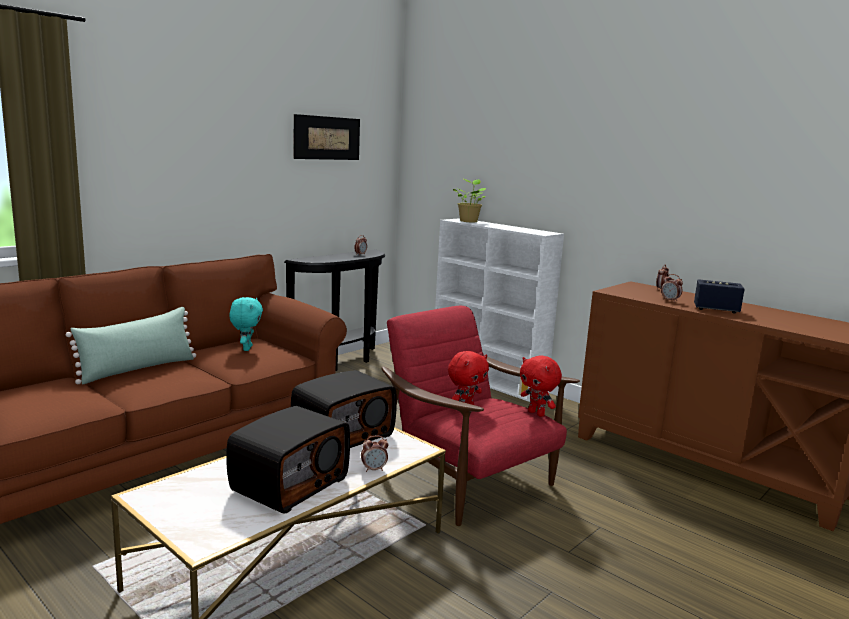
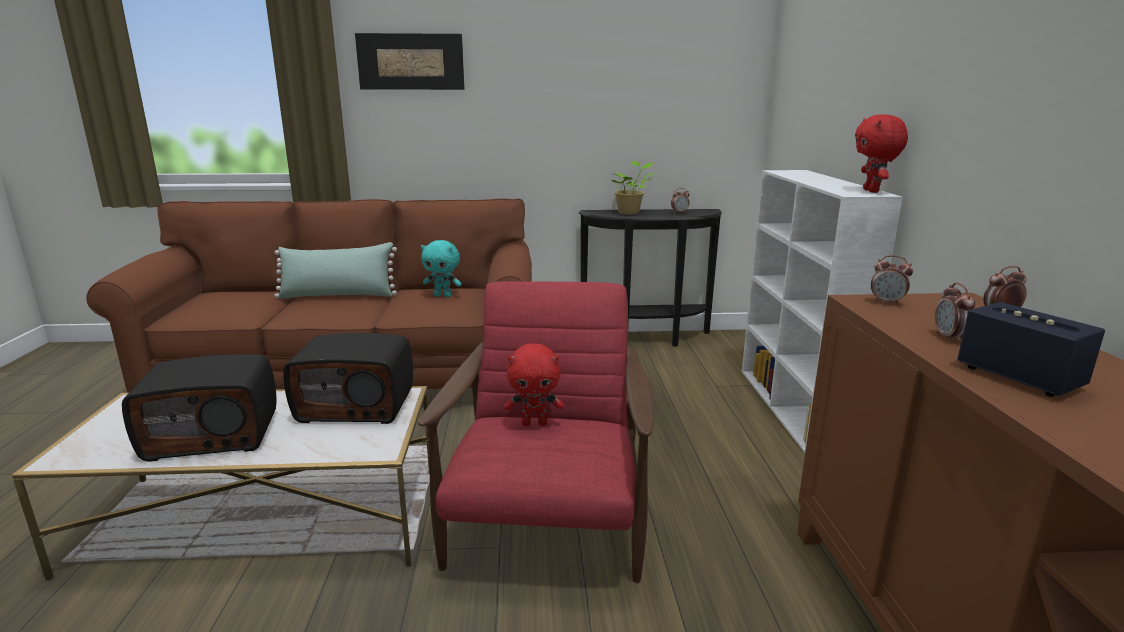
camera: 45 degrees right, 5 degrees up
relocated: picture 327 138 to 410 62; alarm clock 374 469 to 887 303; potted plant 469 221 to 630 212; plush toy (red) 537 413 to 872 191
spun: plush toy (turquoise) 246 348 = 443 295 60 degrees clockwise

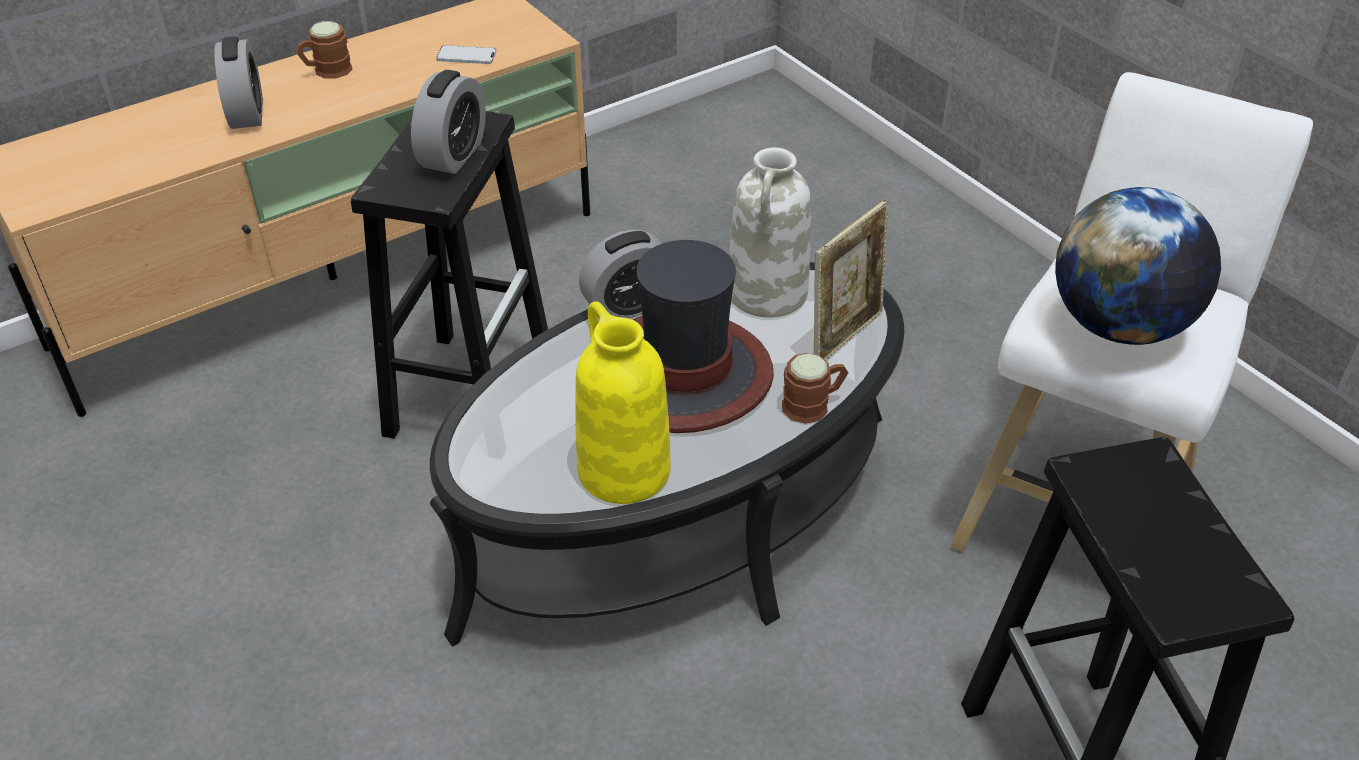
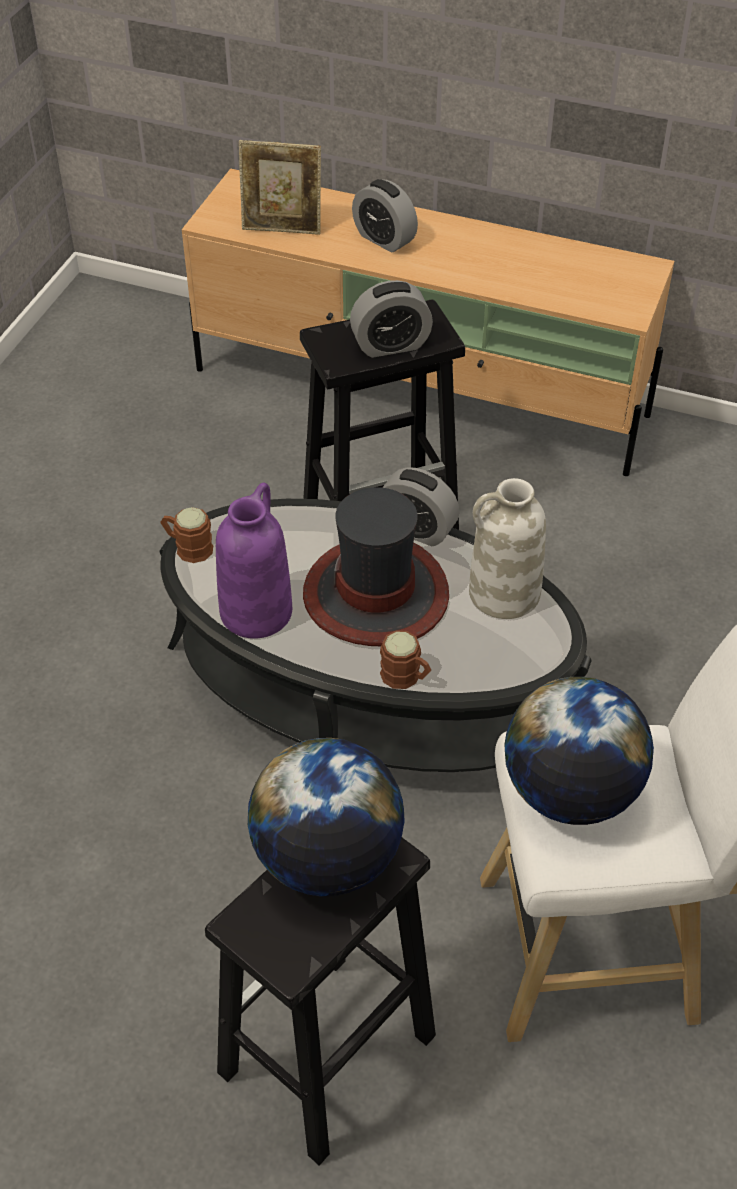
camera: 55 degrees right, 5 degrees up
missing: phone 466 56
appeared: globe 327 858
relocated: mug (brown) 326 71 to 188 547; picture frame 845 336 to 282 229
colour: vase (yellow) 622 470 to vase (purple) 256 610
spun: alarm clock 247 113 = 384 239 90 degrees clockwise

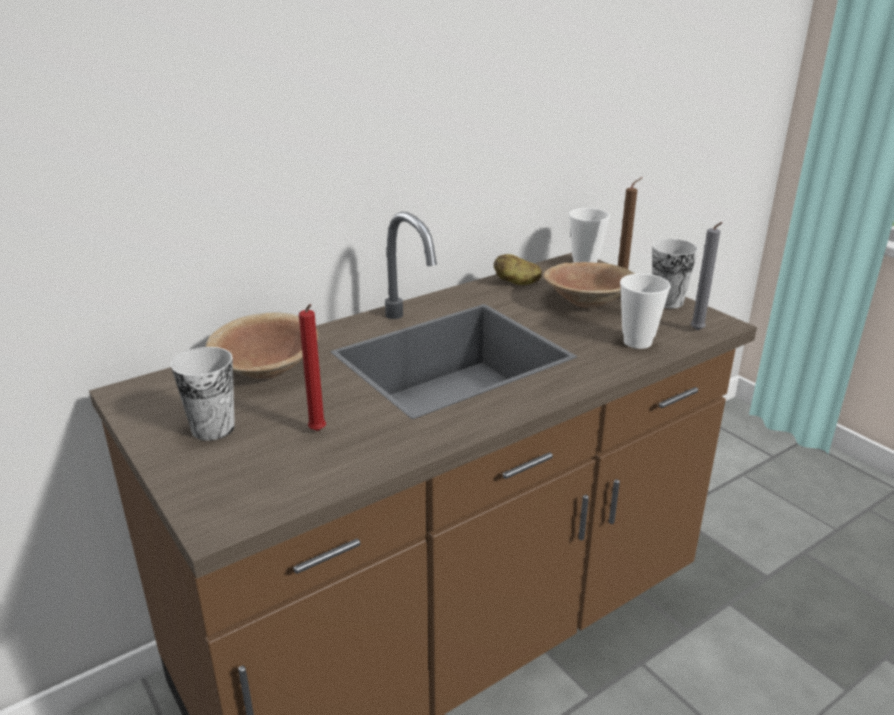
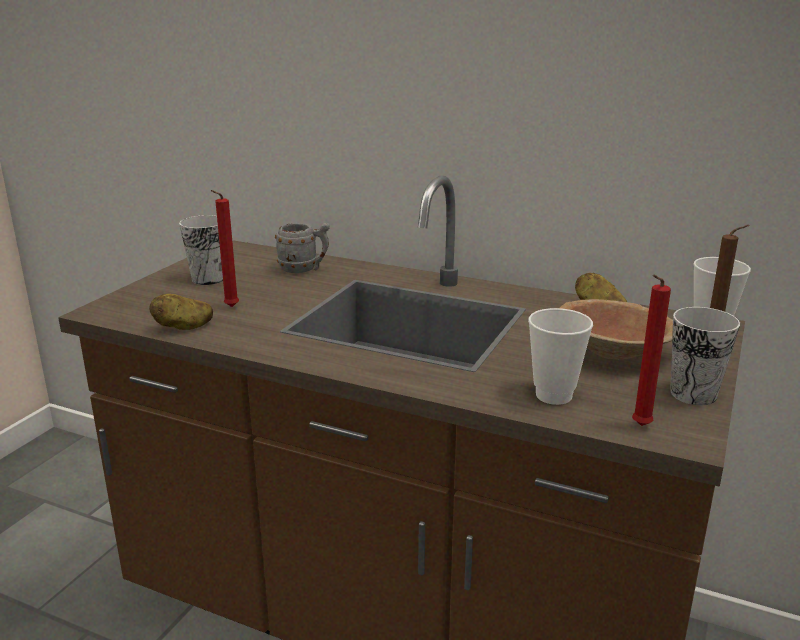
camera: 60 degrees right, 5 degrees down
appeared: potato 183 327
exchanged: bowl (brown) 266 368 to mug (grey) 304 269
colour: candle (grey) 698 331 to candle (red) 639 426

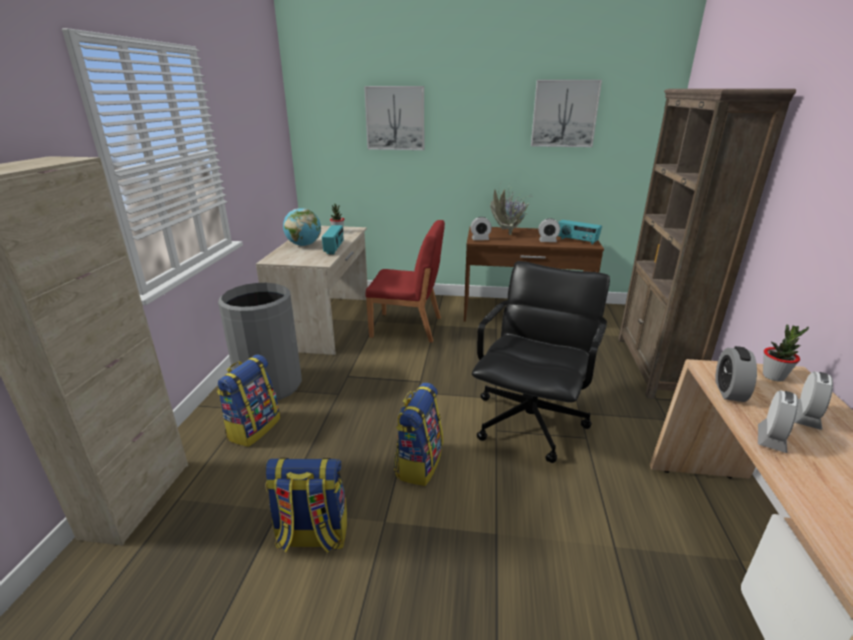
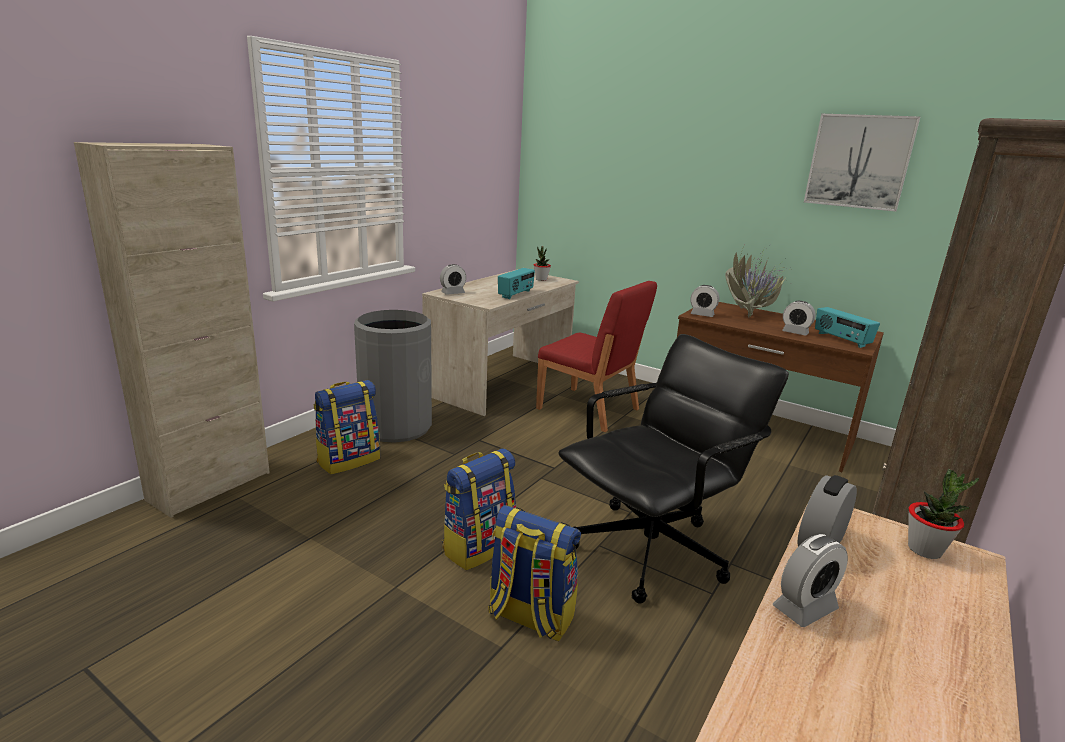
camera: 25 degrees right, 5 degrees down
missing: globe 304 245; picture 395 118
relocated: backpack 312 537 to 529 617; alarm clock 805 418 to 453 293

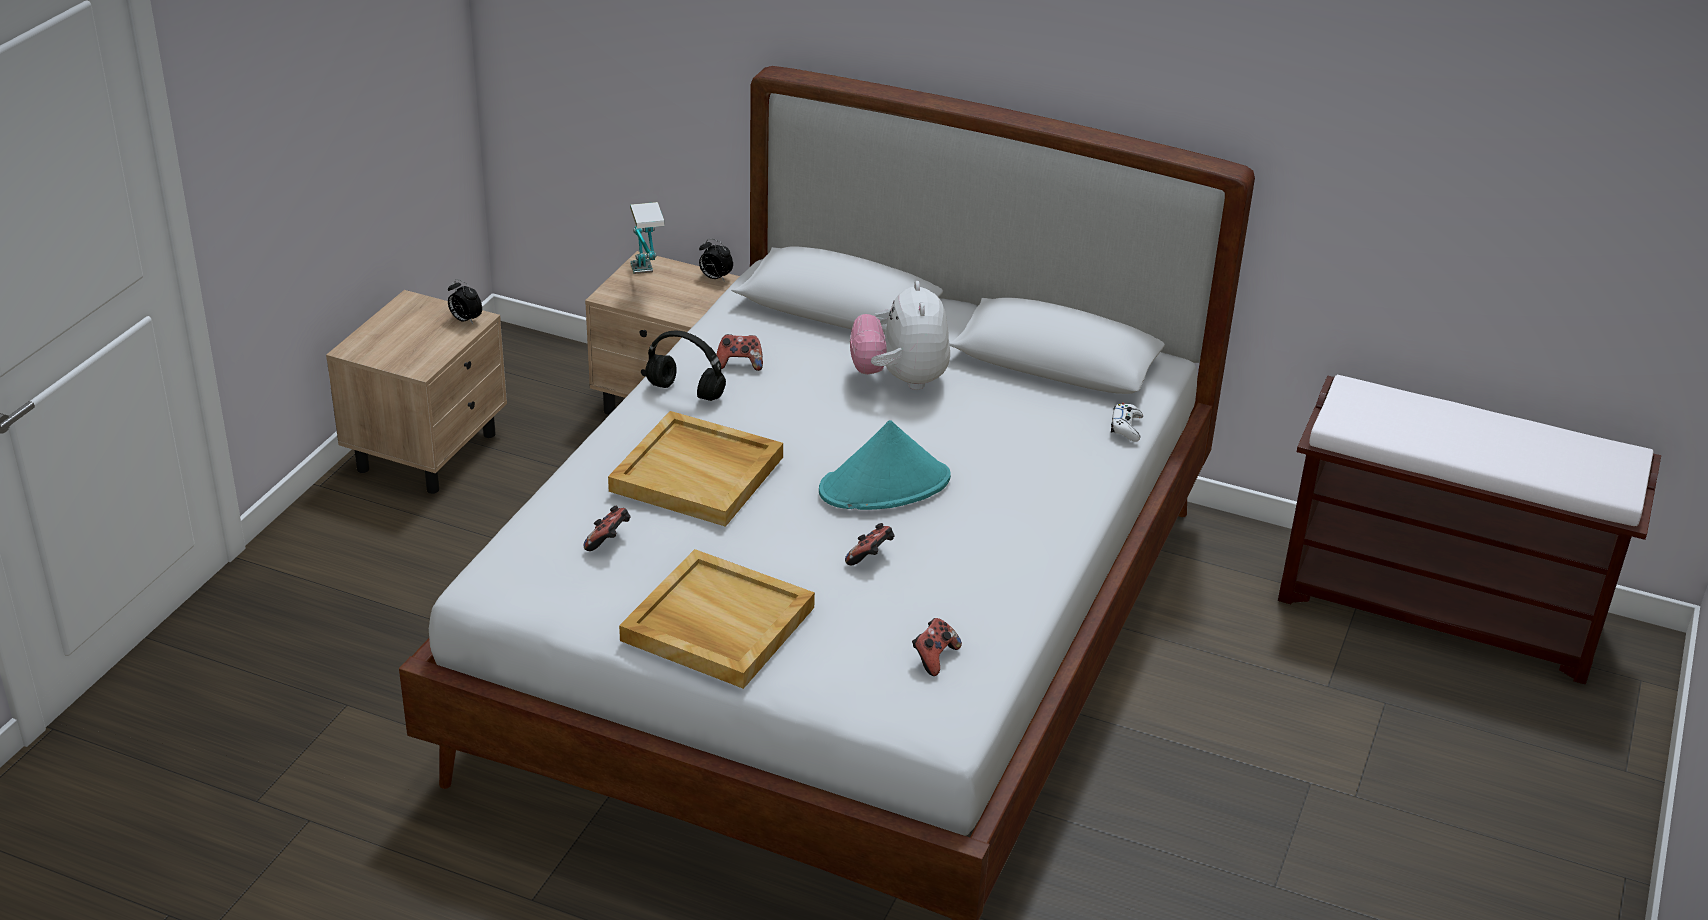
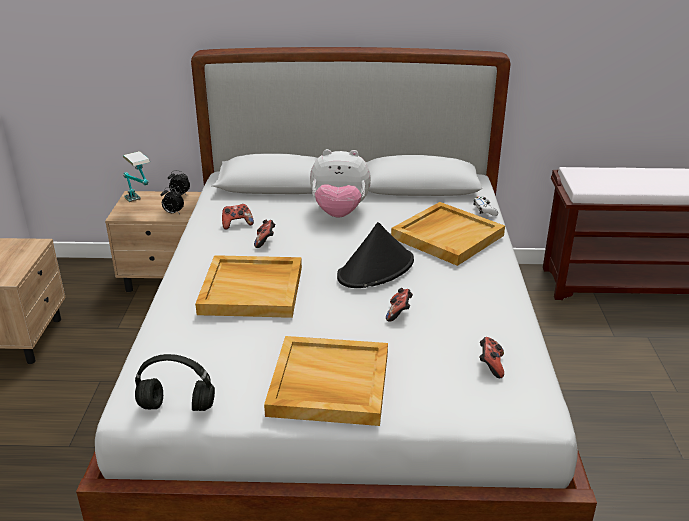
camera: 20 degrees left, 5 degrees down
appeared: tray (beige) 447 236
relocated: alarm clock 465 320 to 173 213; game controller 609 541 to 265 241; headphones (black) 687 391 to 178 406
colour: hat (turquoise) 885 485 to hat (black) 376 269
spun: plush toy 900 380 = 339 213 60 degrees counterclockwise

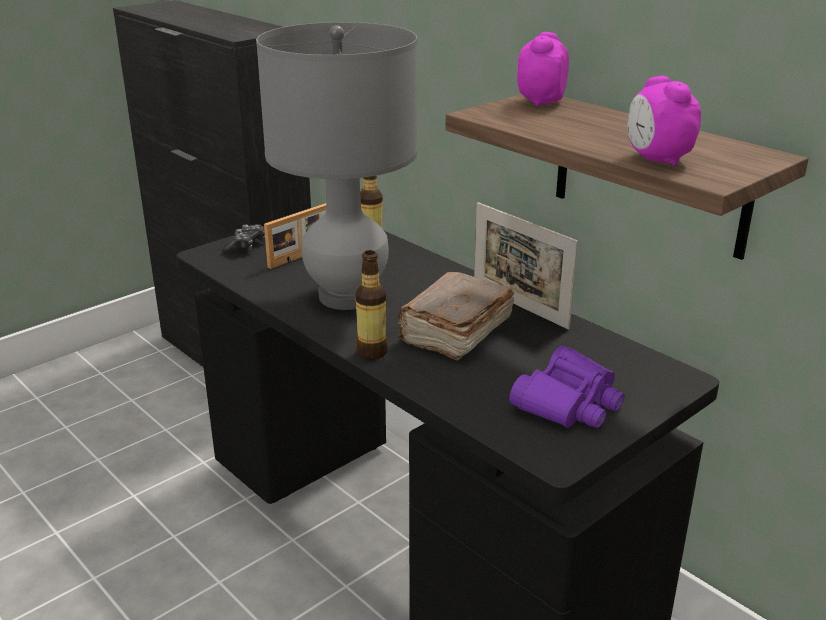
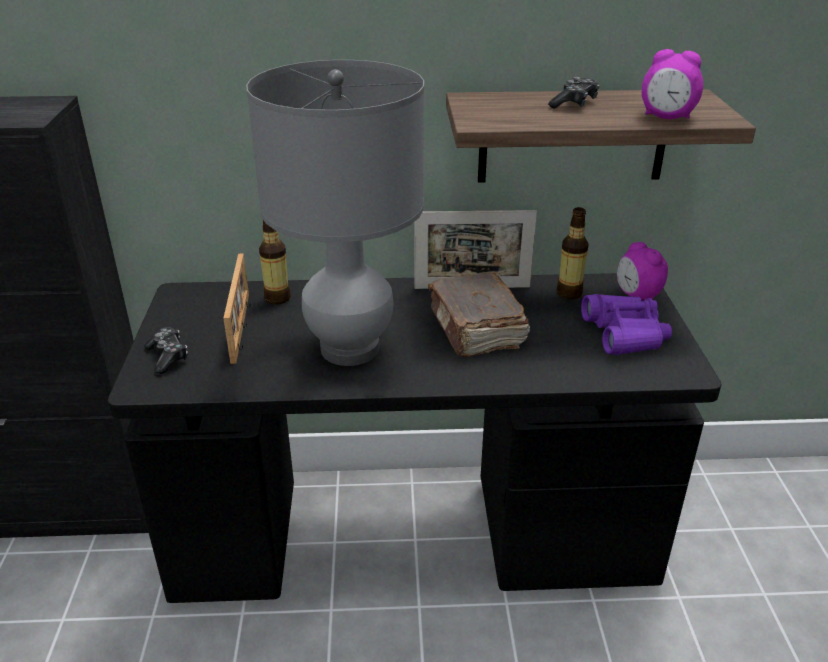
camera: 50 degrees left, 5 degrees up
appeared: game controller 574 103
relocated: bottle 372 352 to 569 293; alarm clock 540 102 to 637 296

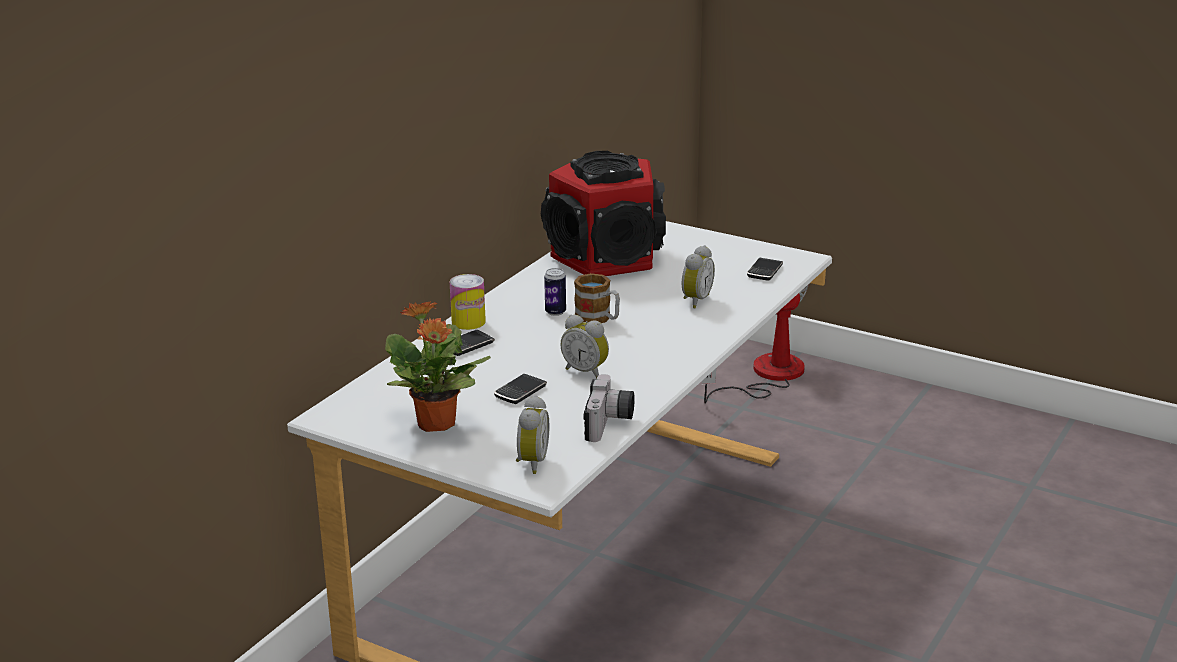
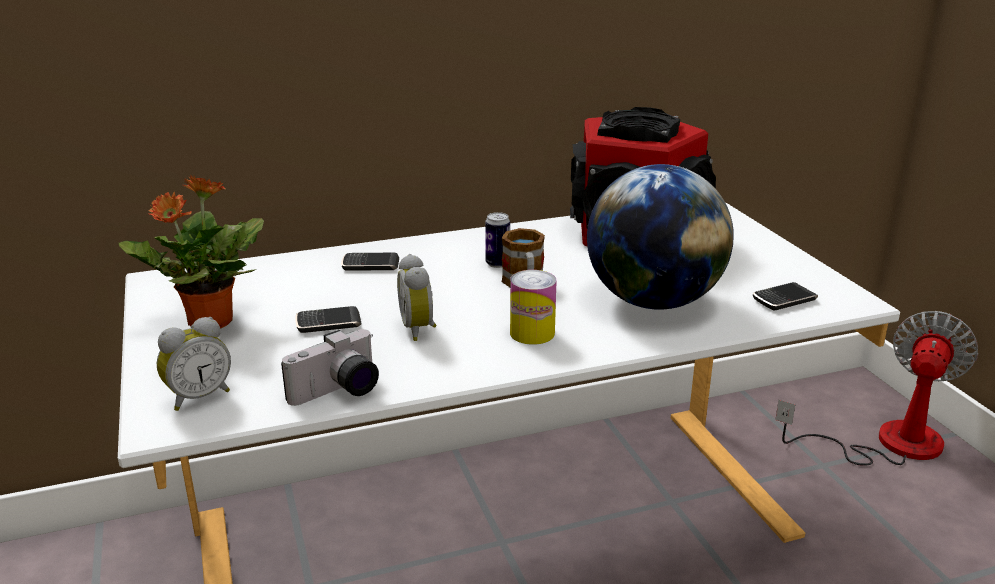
camera: 40 degrees right, 0 degrees up
relocated: can 468 322 to 532 333
exchanged: alarm clock 694 300 to globe 653 301

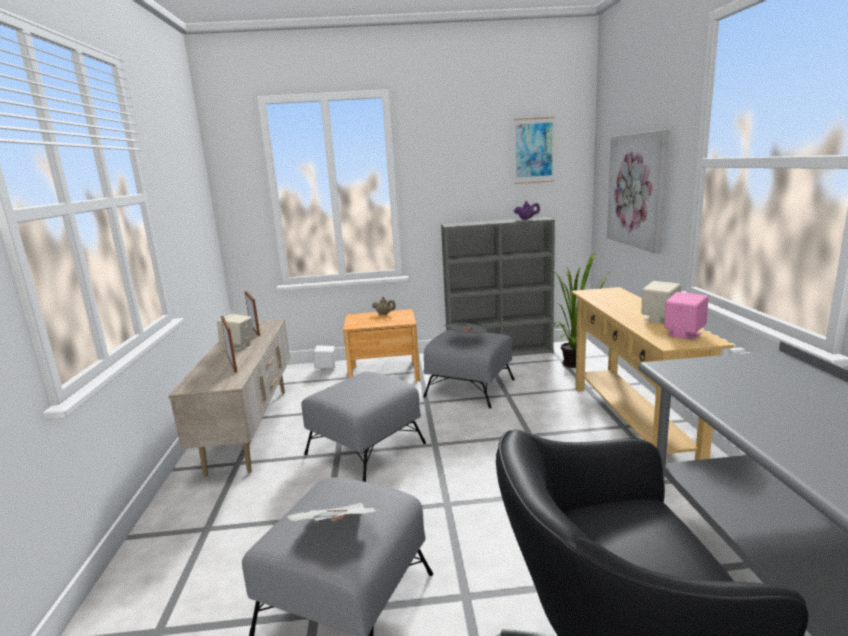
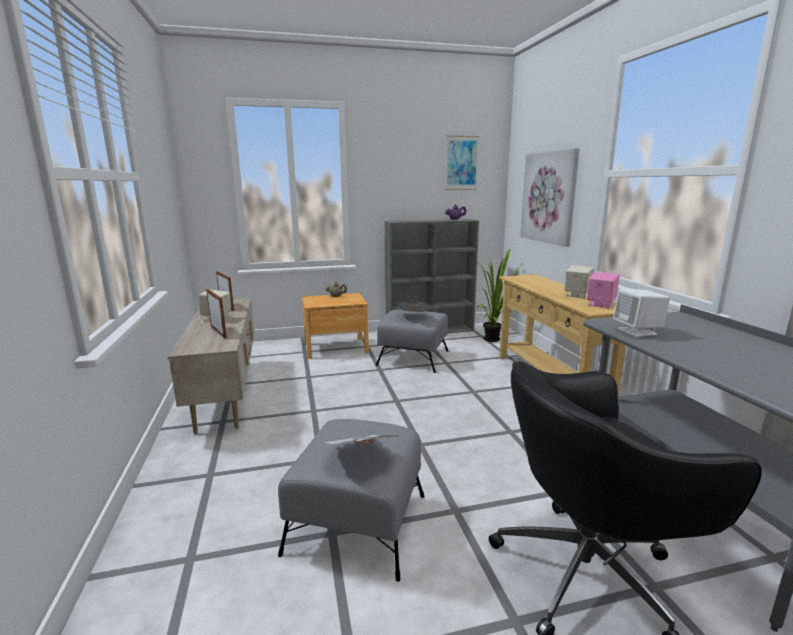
camera: 10 degrees left, 0 degrees up
missing: ottoman (grey) 366 448
relocated: speaker (white) 326 369 to 637 331

